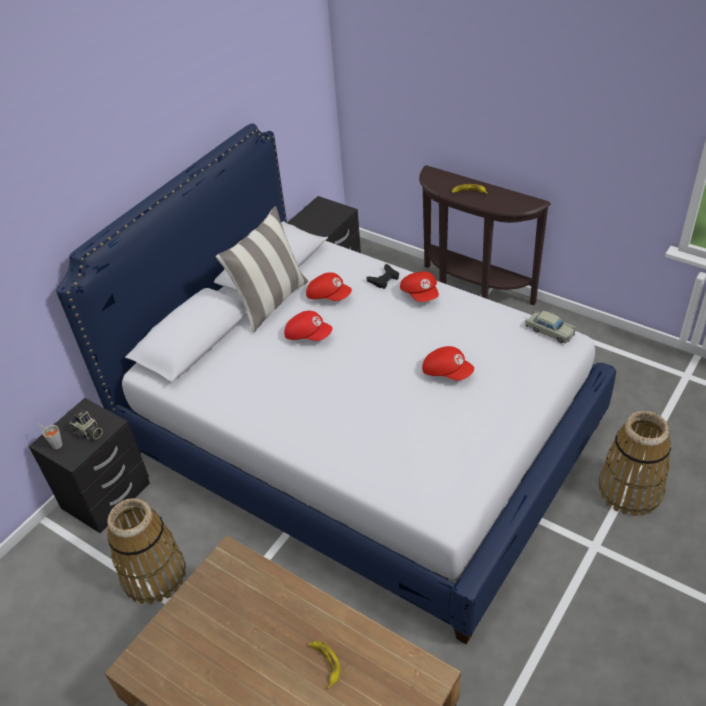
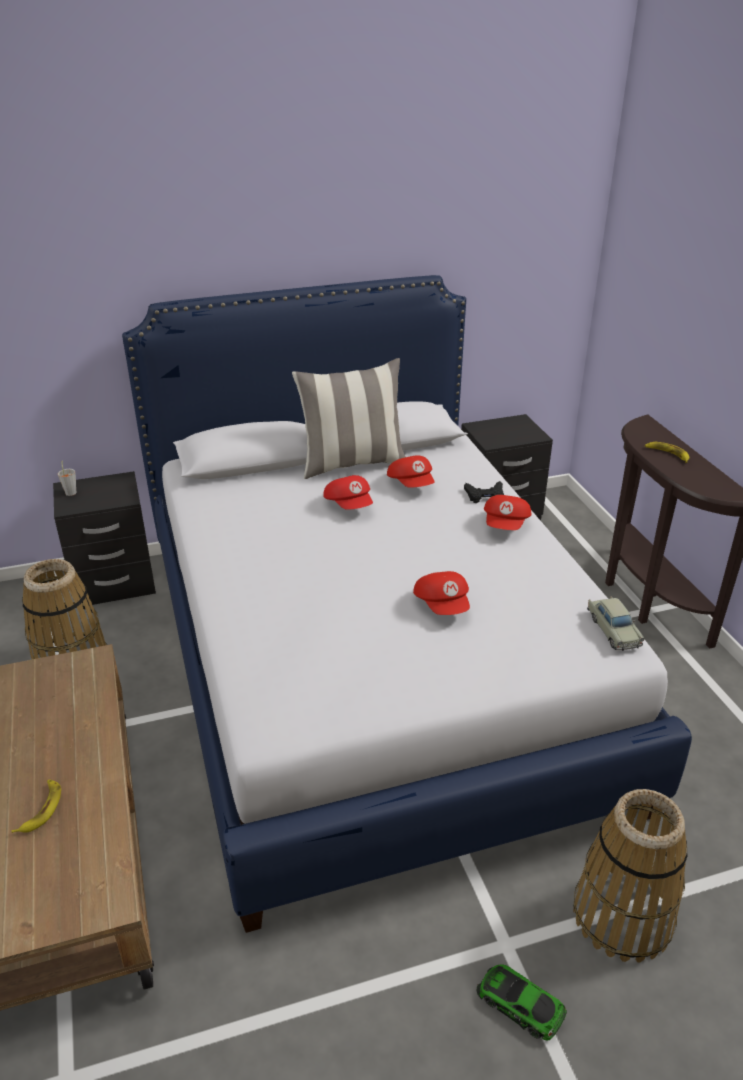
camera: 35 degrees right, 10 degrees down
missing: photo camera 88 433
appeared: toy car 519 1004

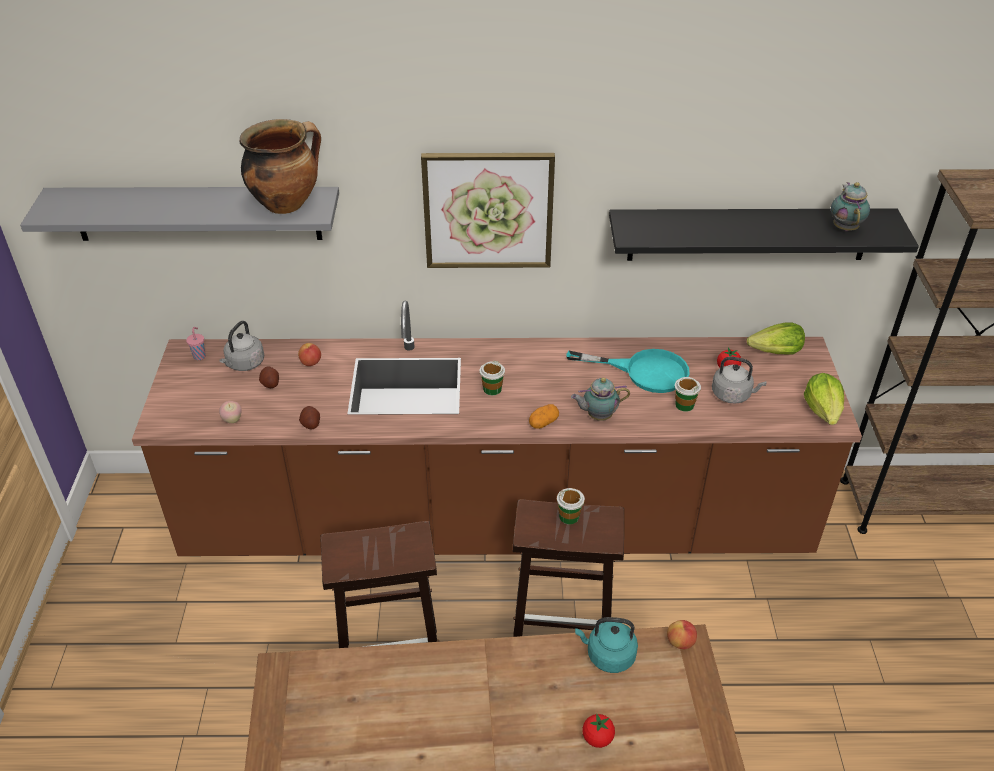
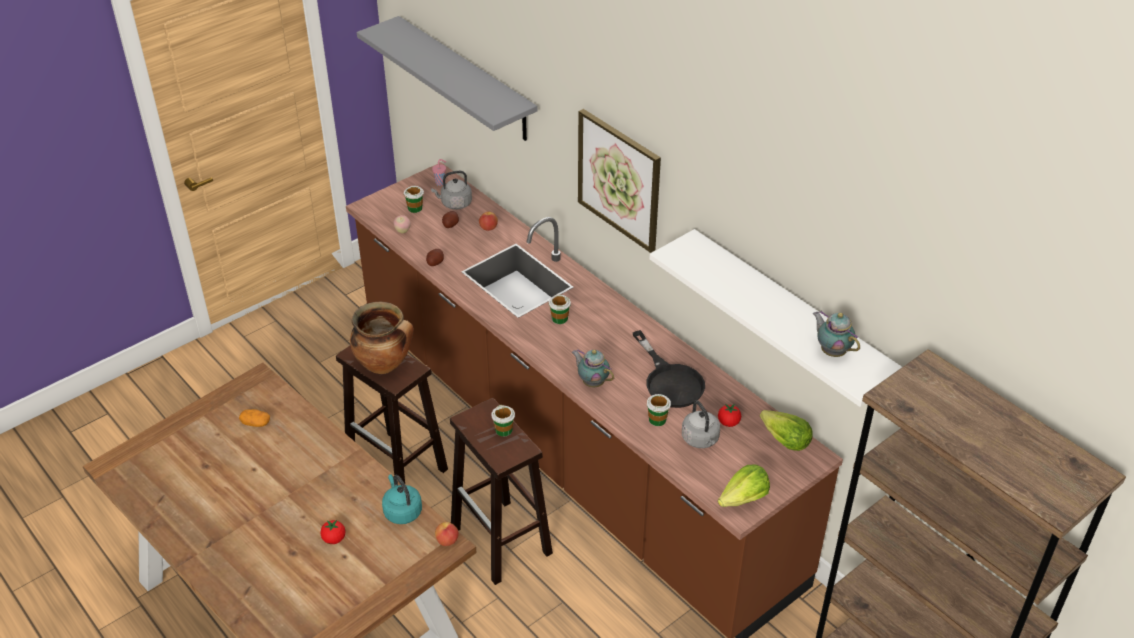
camera: 50 degrees right, 0 degrees up
appeared: cup 415 208
relocated: cooking pot 287 203 to 385 364; potato 543 423 to 256 423
colour: frying pan (turquoise) 644 371 to frying pan (black) 669 380; shelf (black) 748 234 to shelf (white) 790 316
spun: teapot 844 227 = 832 351 90 degrees counterclockwise

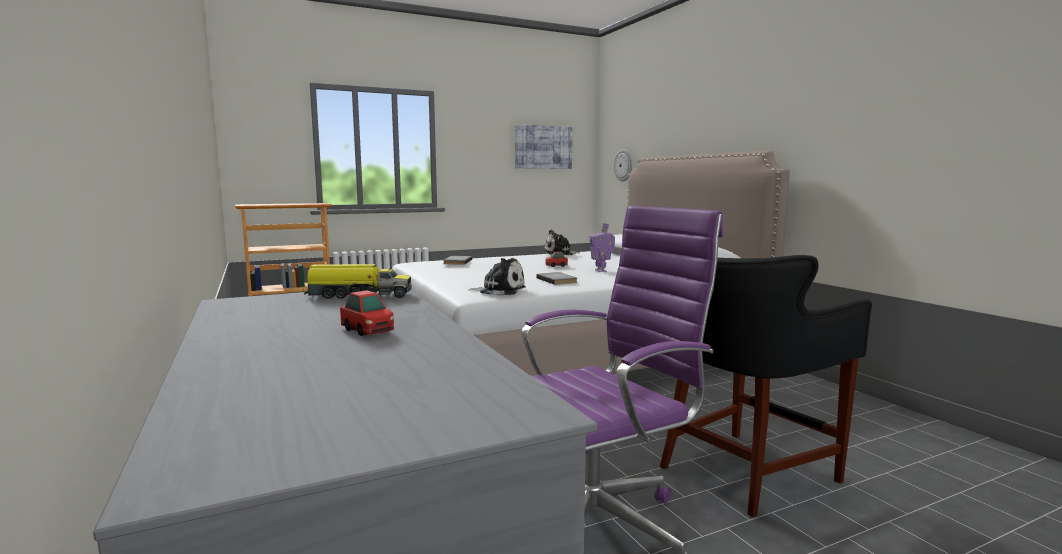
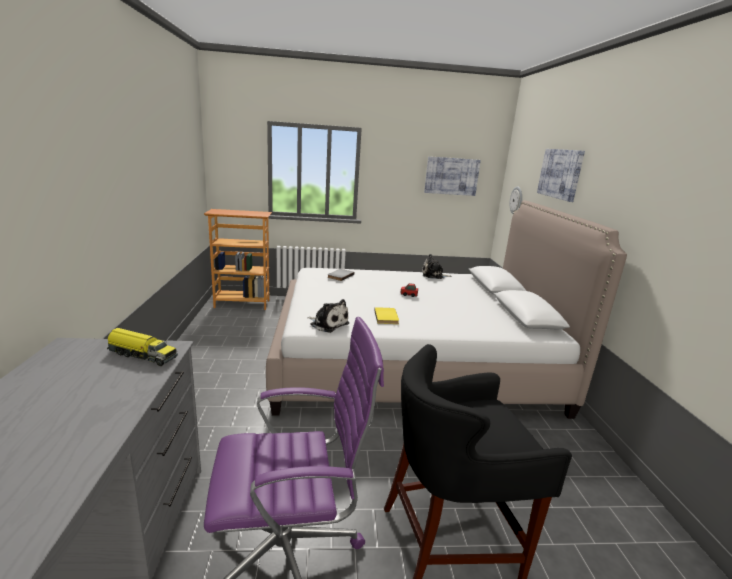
camera: 20 degrees right, 10 degrees up
missing: toy car 368 331; toy robot 601 270
appeared: picture 560 174
colour: book (grey) 558 280 to book (yellow) 387 317

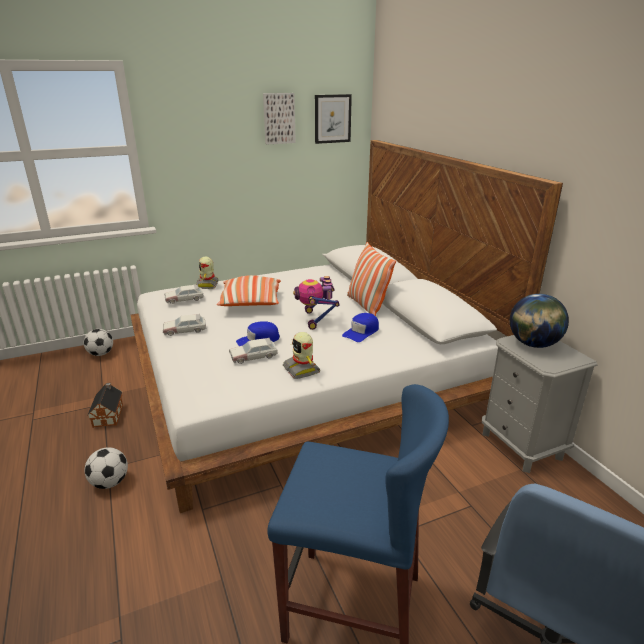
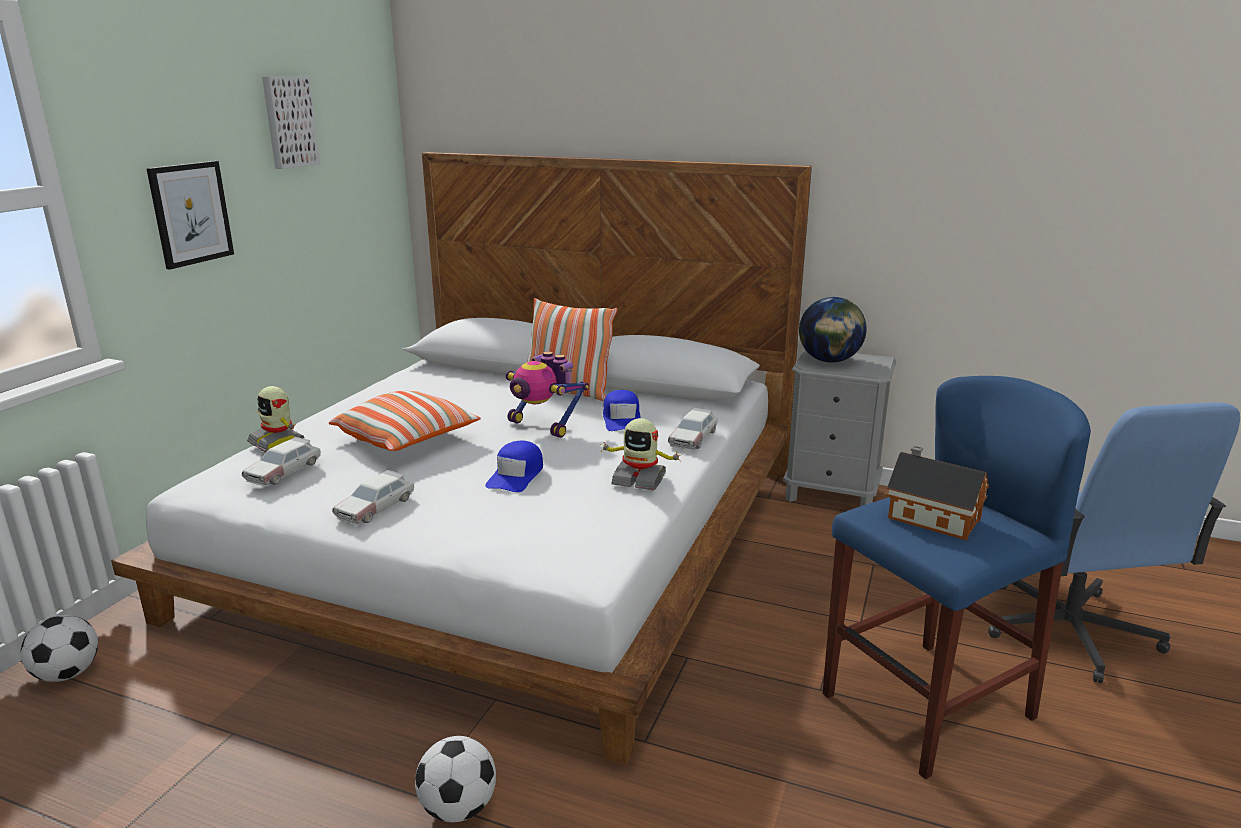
camera: 45 degrees left, 5 degrees down
relocated: toy house 109 414 to 930 517; toy car 254 356 to 693 438; picture 332 119 to 191 213

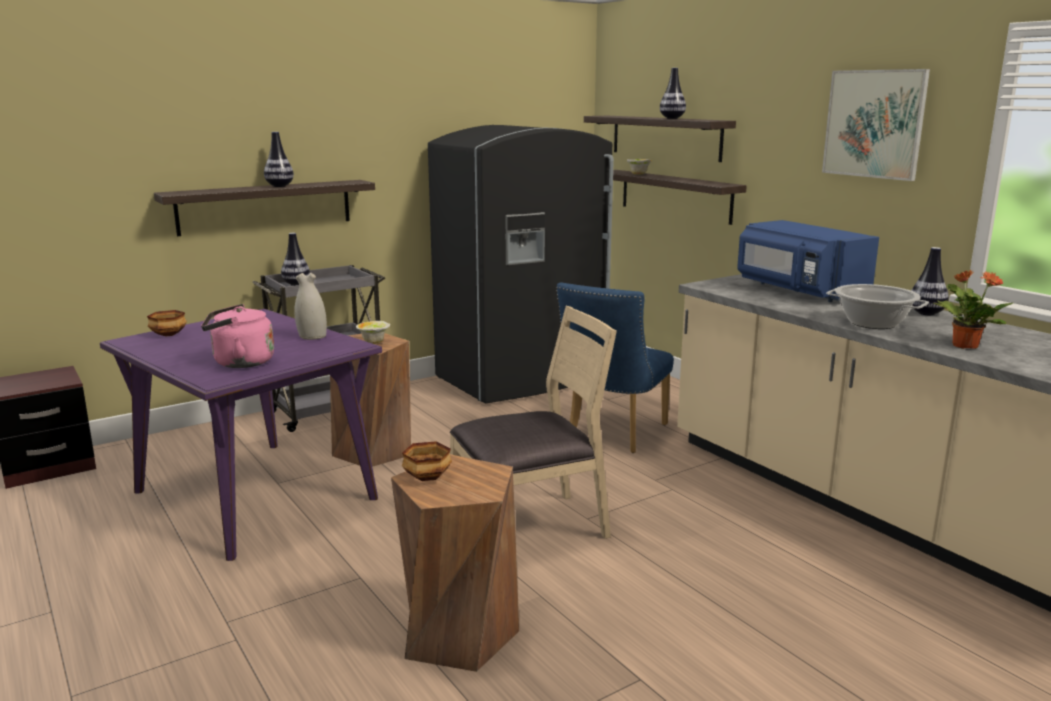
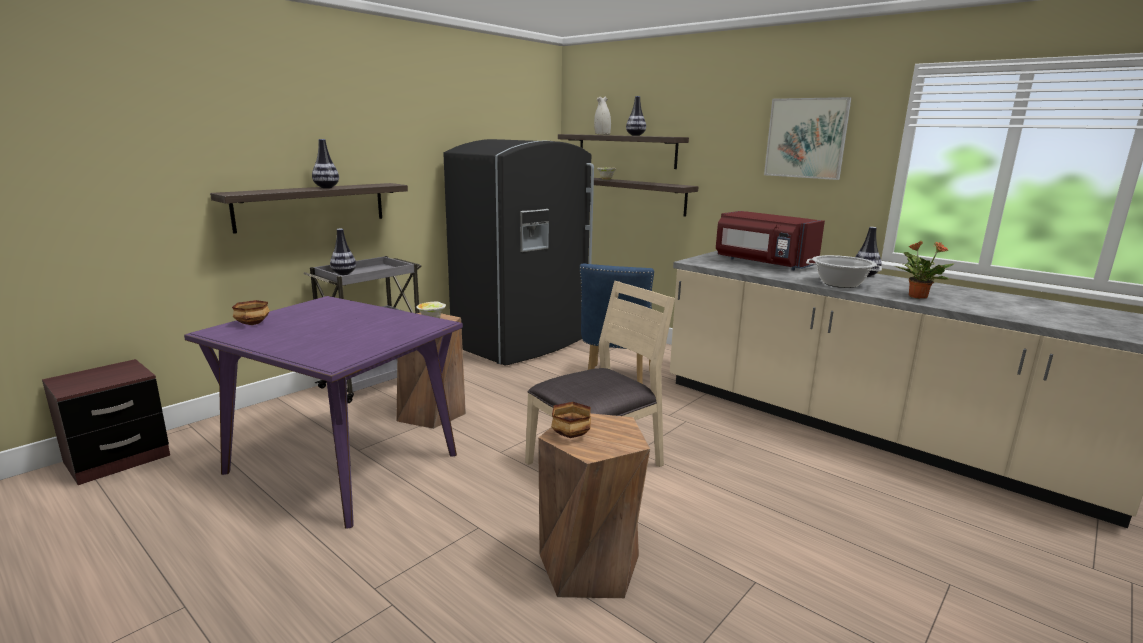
camera: 15 degrees left, 0 degrees up
missing: kettle (pink) 240 363
relocated: vase (white) 312 336 to 602 134
colour: microwave (blue) 798 291 to microwave (red) 762 263

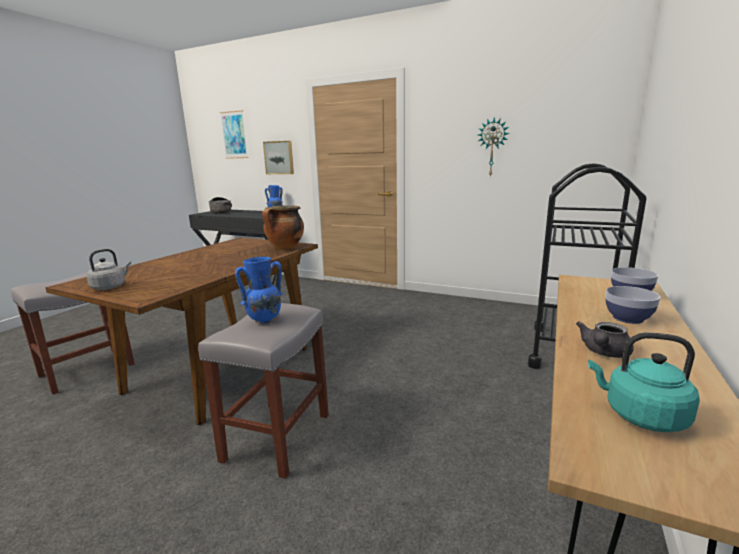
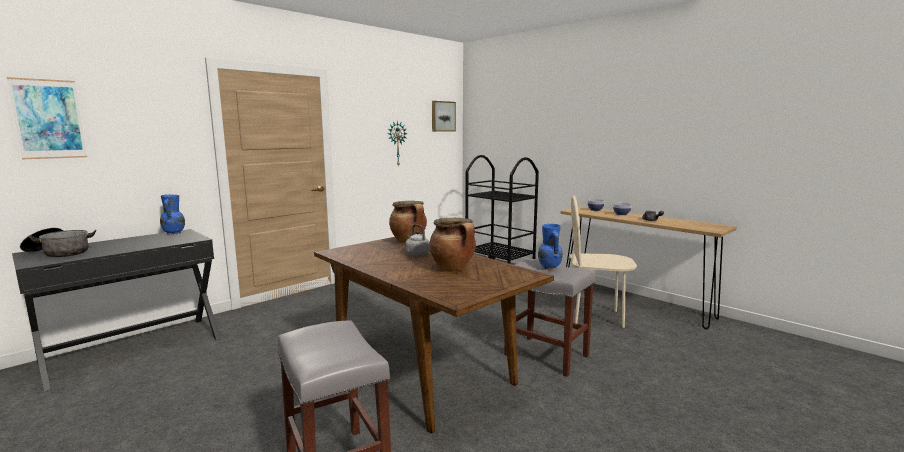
camera: 70 degrees left, 5 degrees down
missing: kettle (turquoise) 640 416
appeared: cooking pot 453 269; chair (beige) 596 317
relocated: kettle (grey) 110 287 to 416 254; picture 279 157 to 442 116

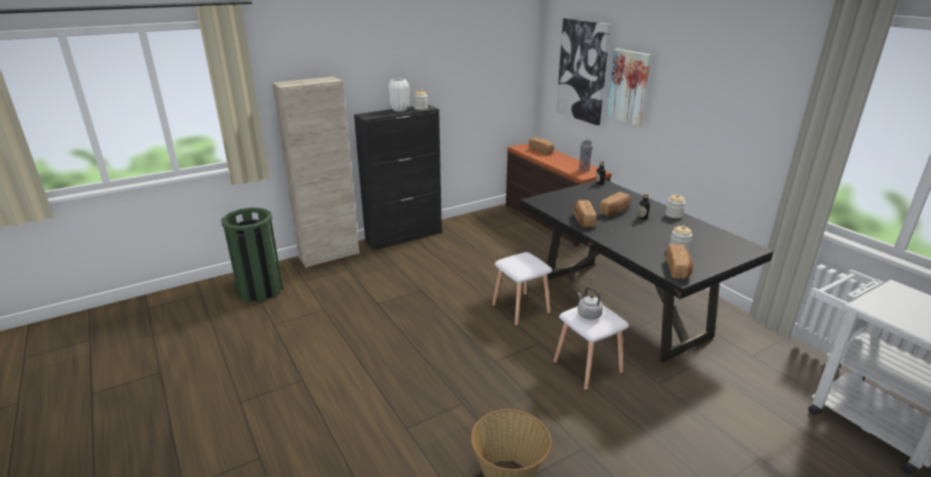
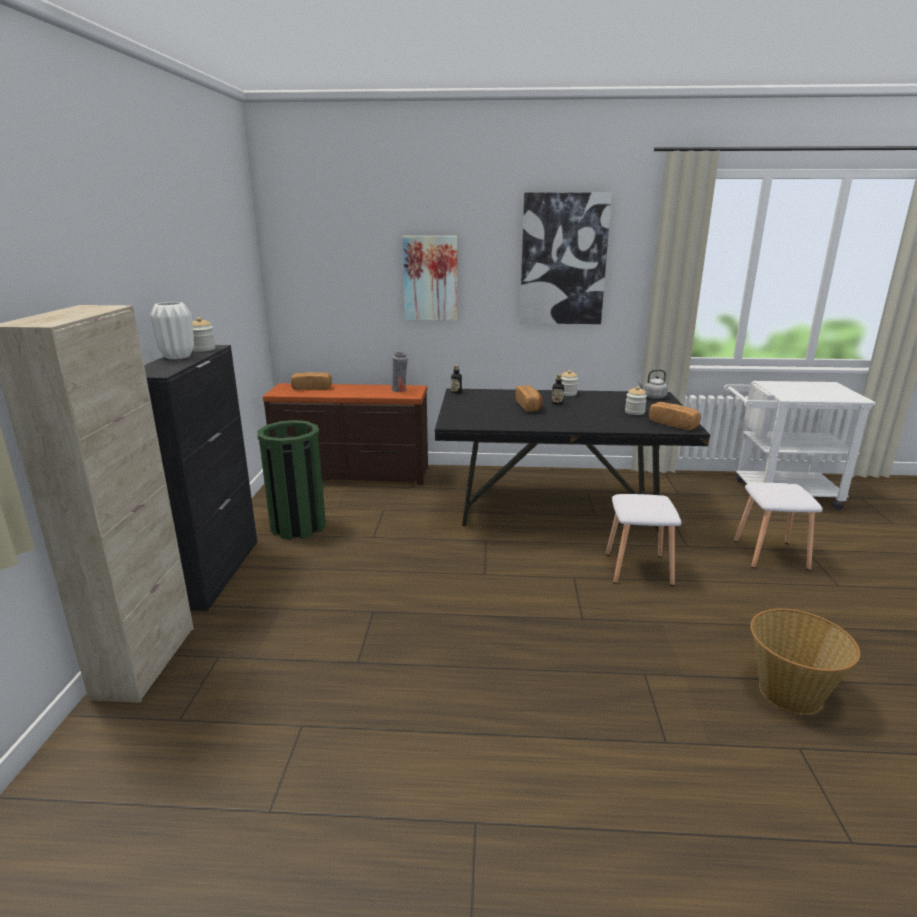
camera: 55 degrees left, 5 degrees down
missing: bread 583 220
relocated: trash can (green) 260 290 to 298 526; stool (white) 520 309 to 769 555; picture 583 71 to 563 260; kettle (grey) 588 314 to 653 397

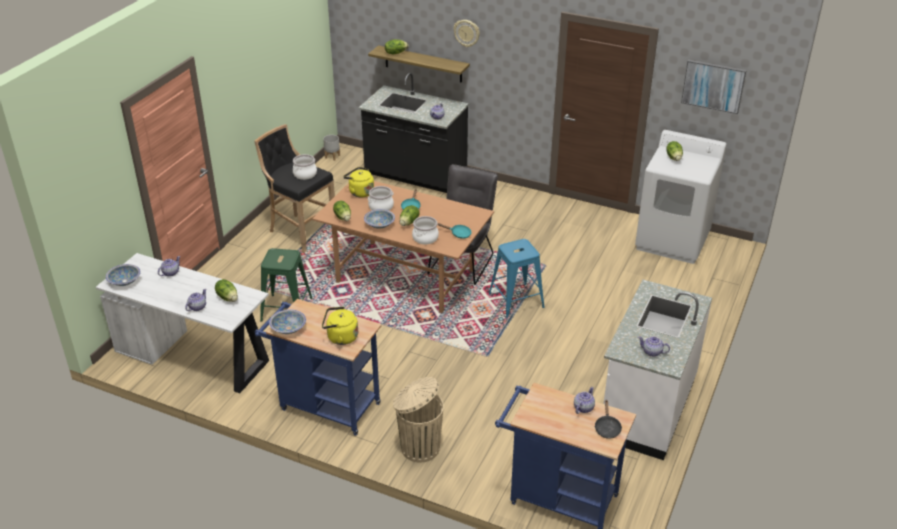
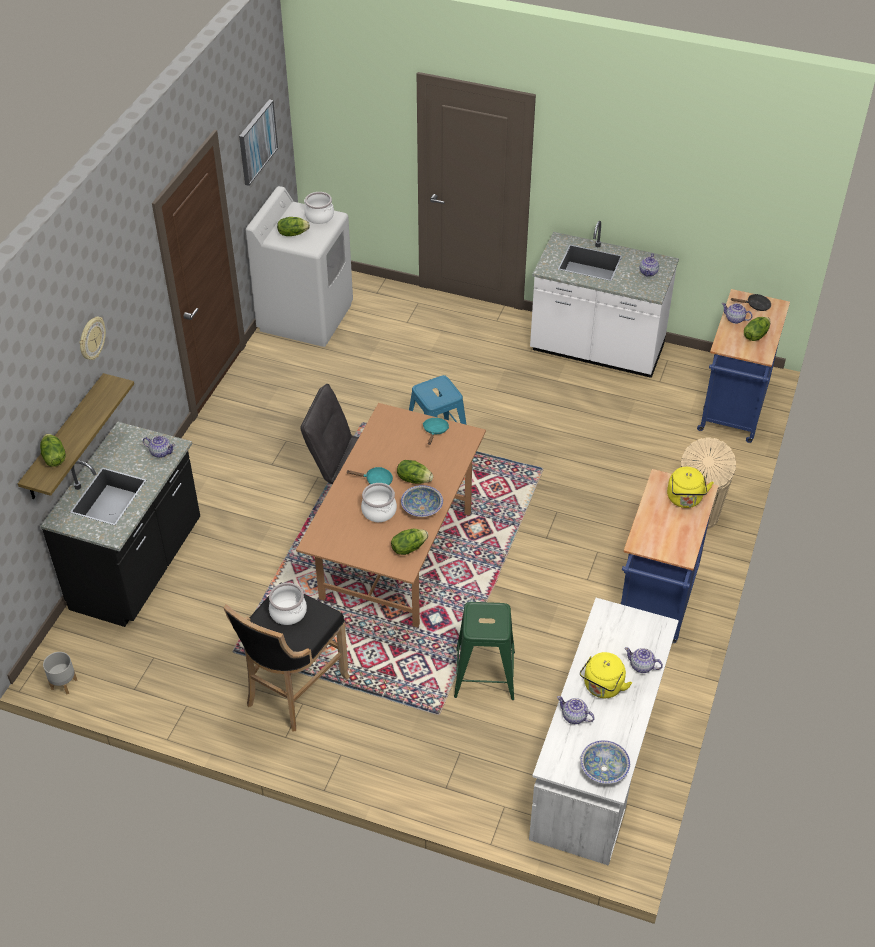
camera: 95 degrees left, 10 degrees up
missing: bowl 288 328
relocated: lettuce 228 297 to 755 335; kettle (yellow) 360 192 to 602 687; cooking pot 425 238 to 319 216

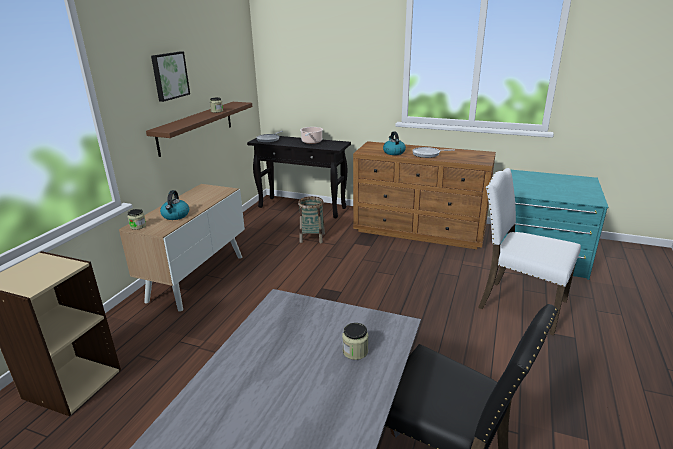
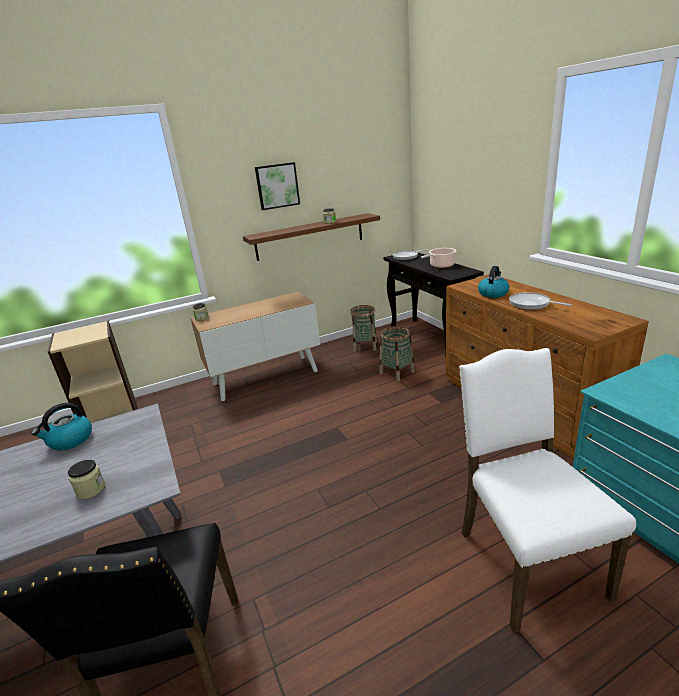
camera: 45 degrees right, 0 degrees up
appeared: basket 365 346
relocated: kettle 175 216 to 70 440

